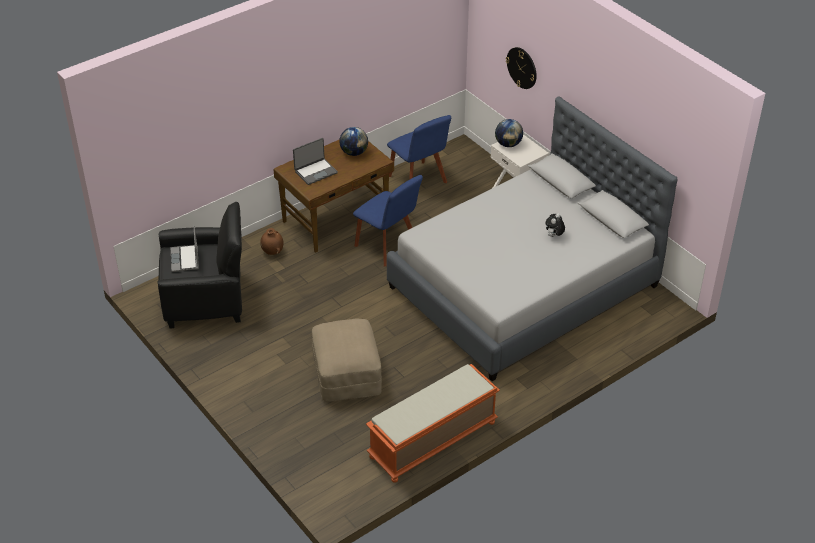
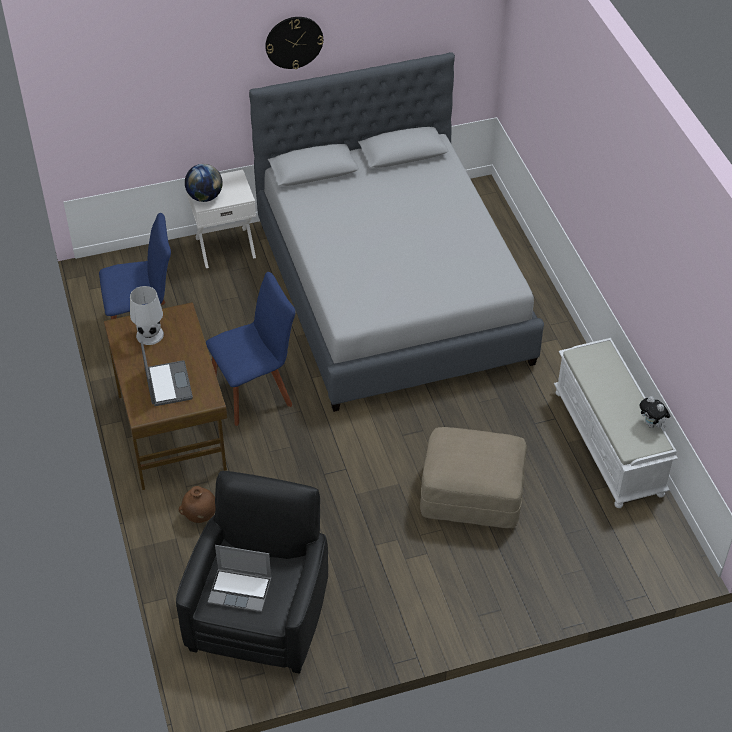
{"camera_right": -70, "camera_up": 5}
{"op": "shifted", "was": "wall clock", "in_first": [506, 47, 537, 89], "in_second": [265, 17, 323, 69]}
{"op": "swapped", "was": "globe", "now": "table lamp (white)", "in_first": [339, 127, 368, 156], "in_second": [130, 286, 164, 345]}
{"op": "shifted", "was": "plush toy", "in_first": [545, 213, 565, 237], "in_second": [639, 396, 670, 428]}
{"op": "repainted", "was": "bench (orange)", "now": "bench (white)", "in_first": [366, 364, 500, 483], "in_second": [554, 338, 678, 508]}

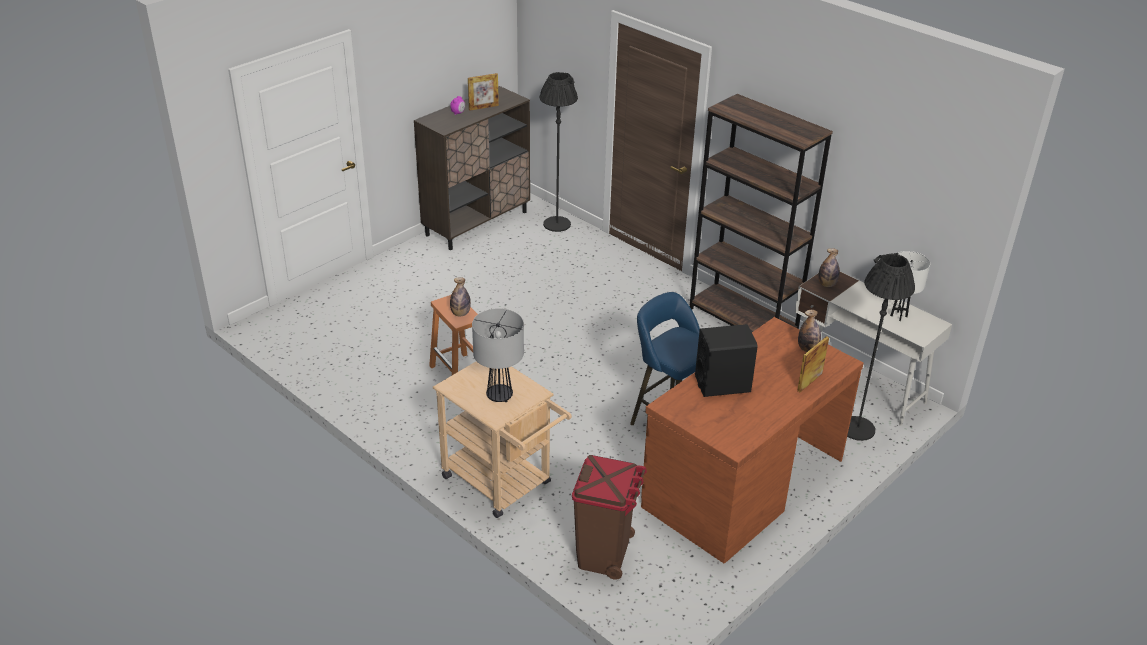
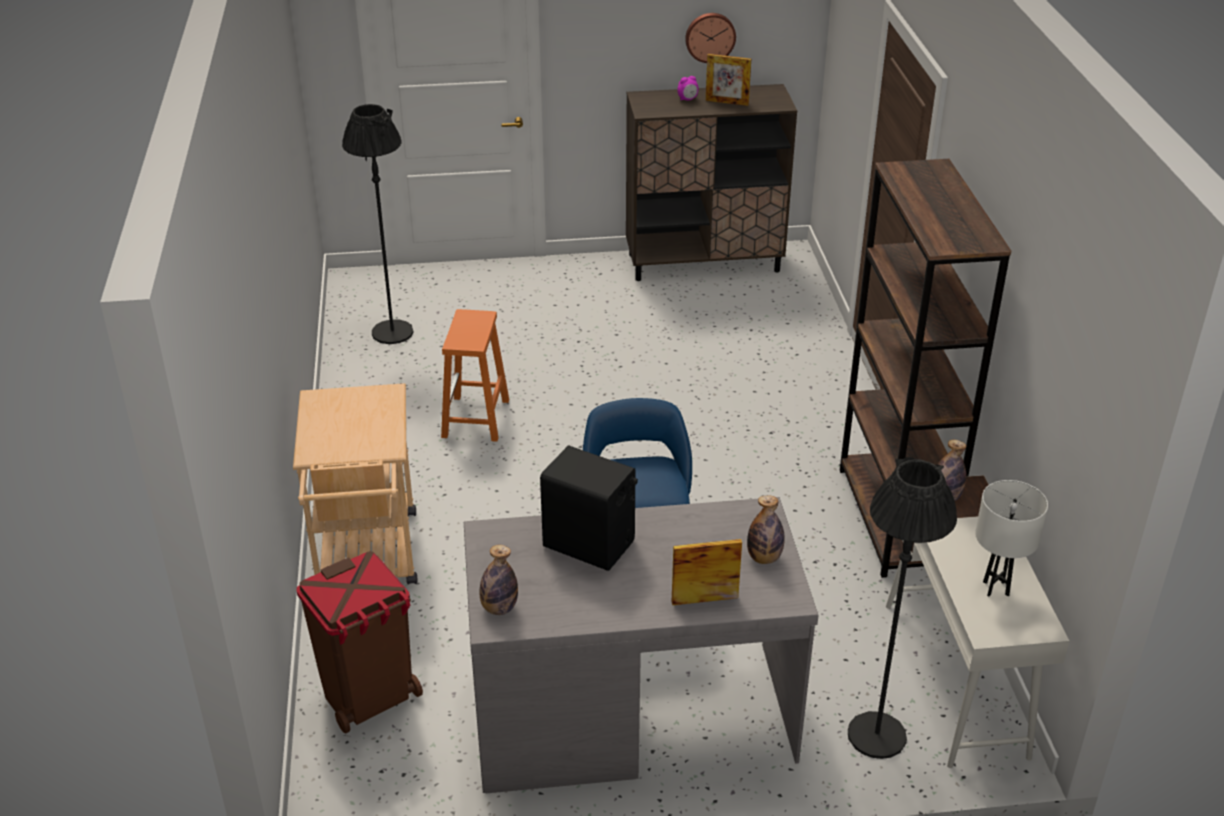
{"camera_right": 40, "camera_up": 0}
{"op": "shifted", "was": "floor lamp (black)", "in_first": [540, 72, 578, 232], "in_second": [342, 104, 414, 344]}
{"op": "shifted", "was": "bottle", "in_first": [450, 277, 471, 317], "in_second": [479, 545, 518, 615]}
{"op": "gone", "was": "table lamp", "in_first": [472, 308, 524, 402]}
{"op": "repainted", "was": "desk (brown)", "now": "desk (grey)", "in_first": [641, 317, 864, 563], "in_second": [464, 497, 819, 794]}
{"op": "new", "now": "wall clock", "in_second": [685, 13, 736, 63]}

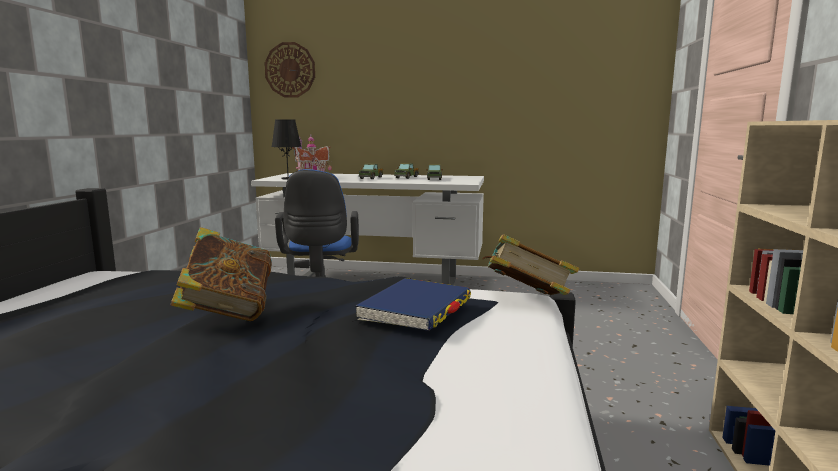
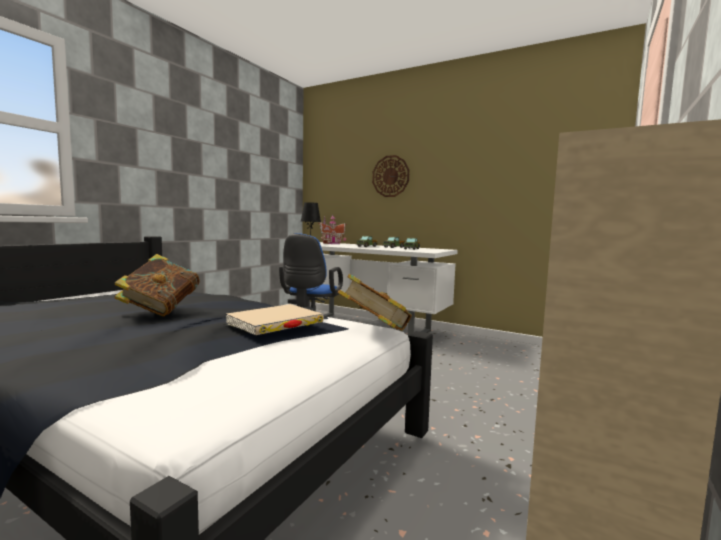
{"camera_right": 20, "camera_up": -5}
{"op": "shifted", "was": "wall clock", "in_first": [264, 42, 315, 98], "in_second": [372, 155, 410, 197]}
{"op": "repainted", "was": "book (blue)", "now": "book (beige)", "in_first": [355, 278, 471, 331], "in_second": [226, 304, 324, 335]}

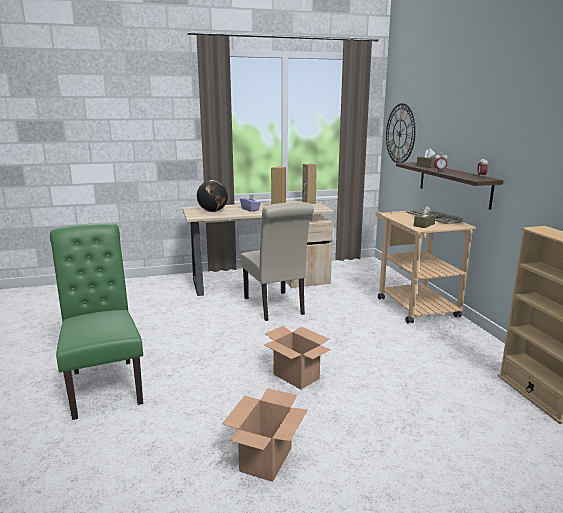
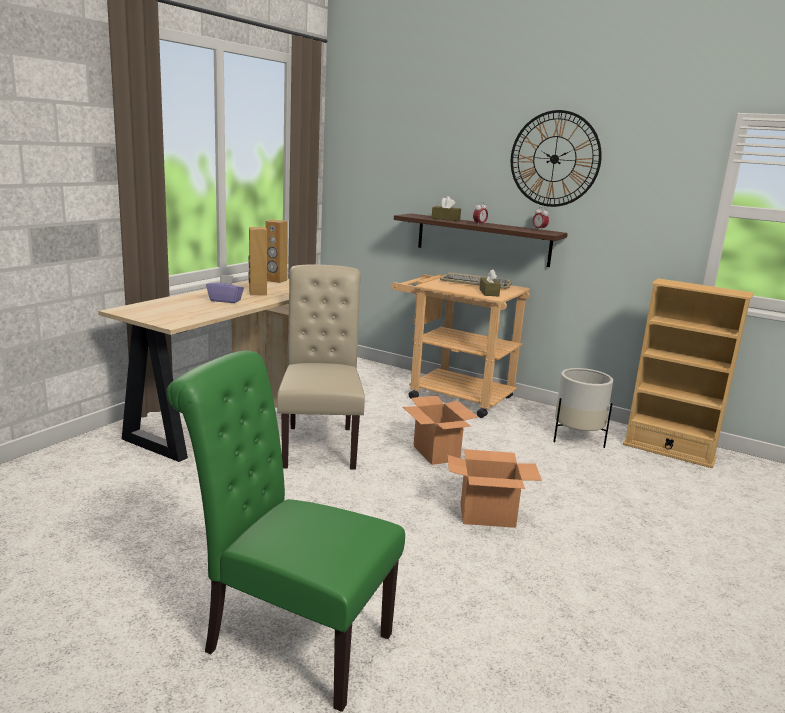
{"camera_right": -45, "camera_up": 0}
{"op": "shifted", "was": "wall clock", "in_first": [386, 103, 416, 163], "in_second": [511, 110, 602, 207]}
{"op": "gone", "was": "globe", "in_first": [197, 180, 228, 212]}
{"op": "rotated", "was": "chair (beige)", "in_first": [240, 202, 314, 321], "in_second": [277, 265, 365, 470], "clockwise": -120}
{"op": "shifted", "was": "cardboard box", "in_first": [222, 388, 308, 482], "in_second": [403, 396, 478, 465]}
{"op": "new", "now": "planter (white)", "in_second": [553, 368, 613, 448]}

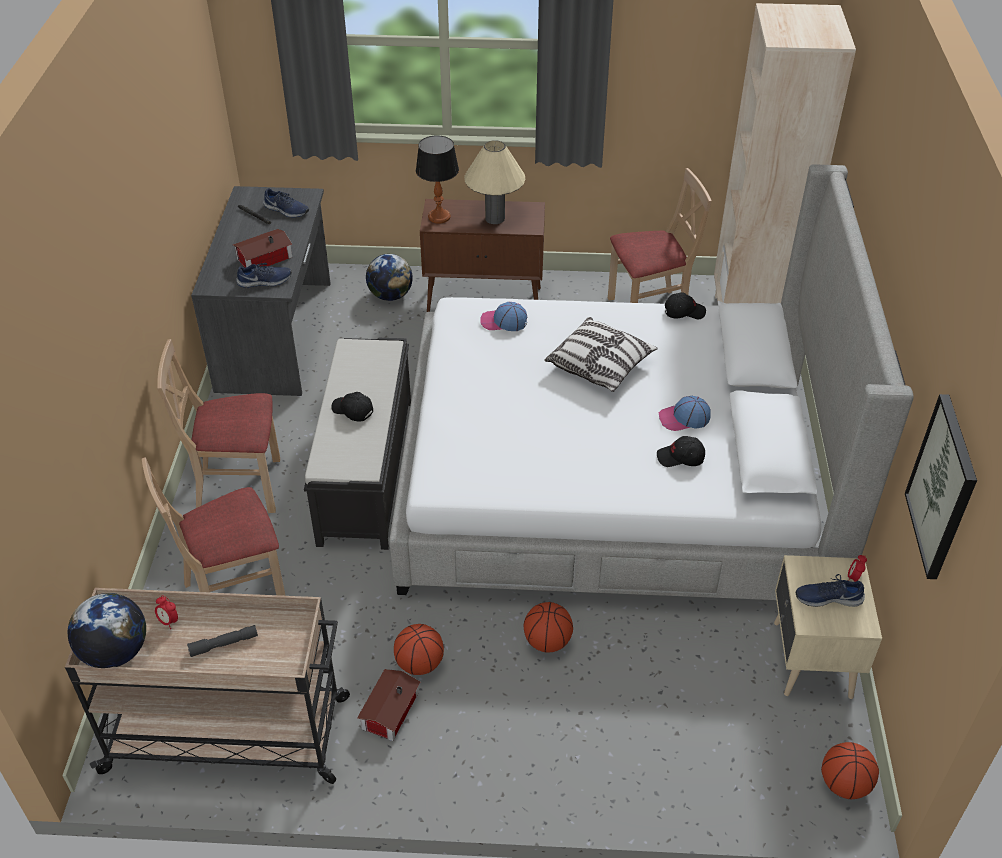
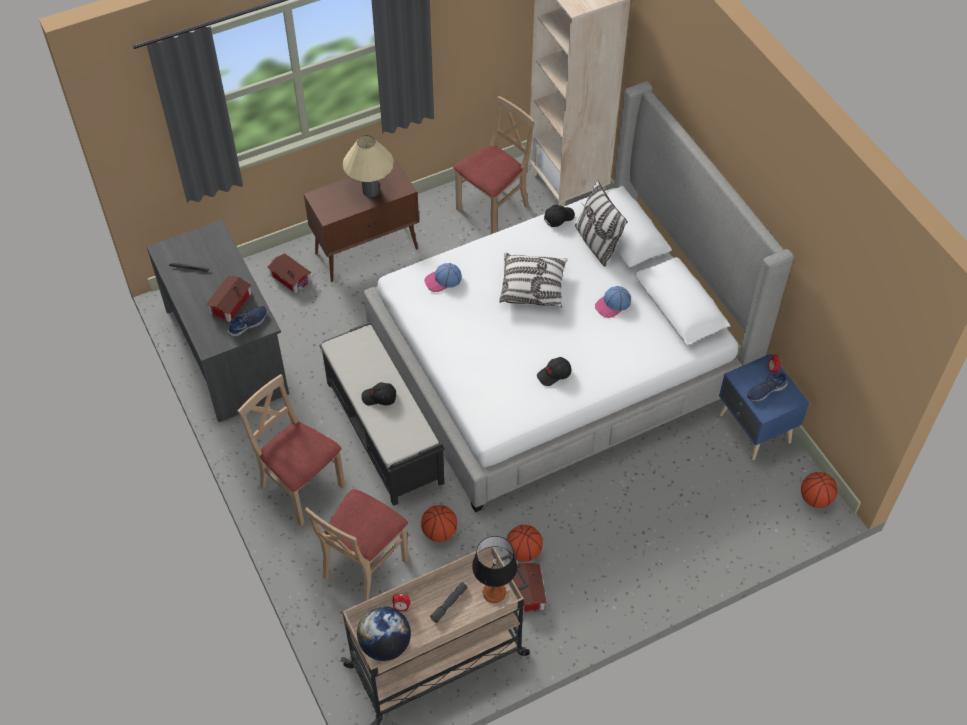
{"camera_right": -30, "camera_up": 10}
{"op": "shifted", "was": "table lamp", "in_first": [416, 135, 459, 224], "in_second": [472, 536, 517, 603]}
{"op": "gone", "was": "shoe (blue)", "in_first": [263, 188, 309, 218]}
{"op": "swapped", "was": "globe", "now": "toy house", "in_first": [366, 254, 413, 301], "in_second": [267, 253, 311, 294]}
{"op": "rotated", "was": "chair (beige)", "in_first": [157, 339, 280, 513], "in_second": [238, 374, 345, 526], "clockwise": 75}
{"op": "gone", "was": "picture", "in_first": [905, 394, 977, 579]}
{"op": "shifted", "was": "cap (black)", "in_first": [657, 436, 705, 467], "in_second": [537, 357, 571, 386]}
{"op": "repainted", "was": "nightstand (beige)", "now": "nightstand (blue)", "in_first": [774, 555, 882, 699], "in_second": [719, 354, 809, 460]}
{"op": "shifted", "was": "basketball", "in_first": [524, 602, 573, 653], "in_second": [421, 505, 457, 542]}
{"op": "new", "now": "pillow", "in_second": [575, 180, 628, 267]}

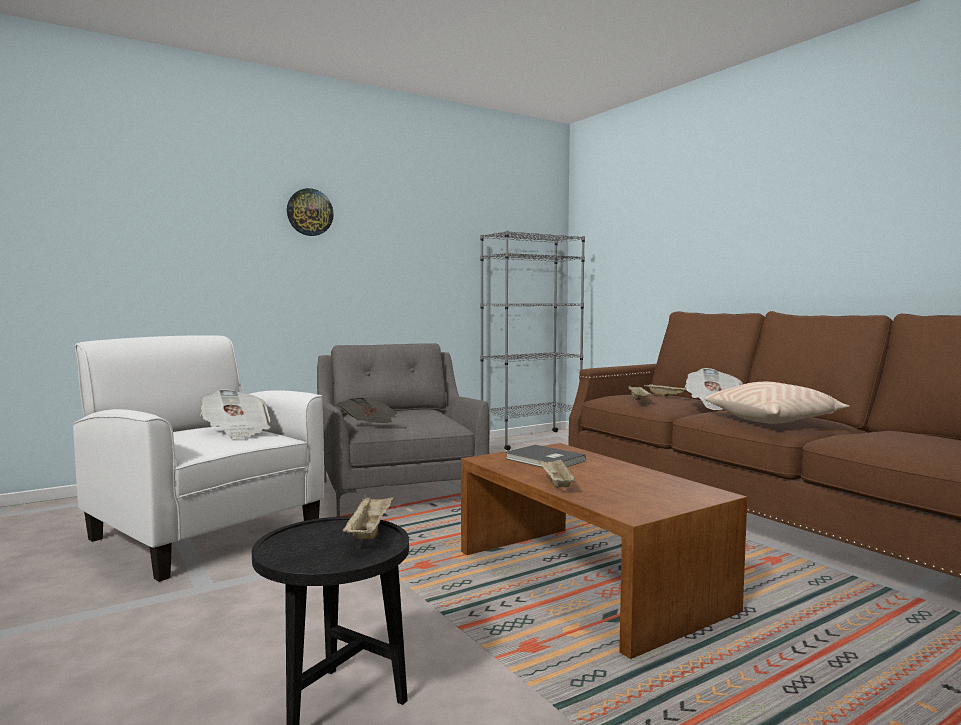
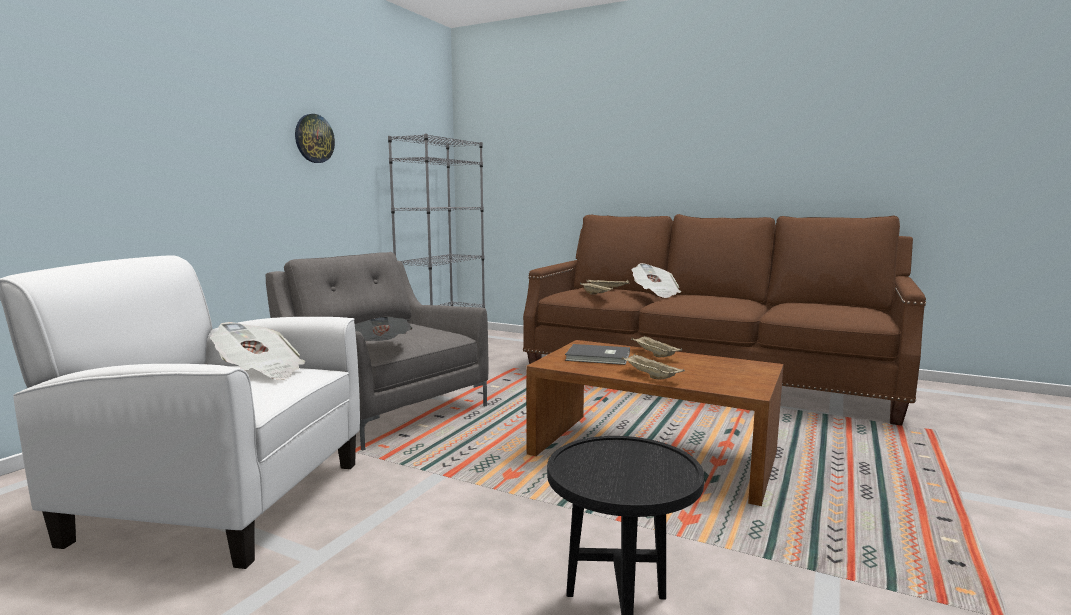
{"camera_right": -30, "camera_up": 5}
{"op": "shifted", "was": "wall clock", "in_first": [287, 188, 334, 236], "in_second": [295, 114, 335, 163]}
{"op": "gone", "was": "pillow (beige)", "in_first": [704, 382, 850, 424]}
{"op": "shifted", "was": "tray (beige)", "in_first": [343, 495, 395, 539], "in_second": [631, 335, 682, 357]}

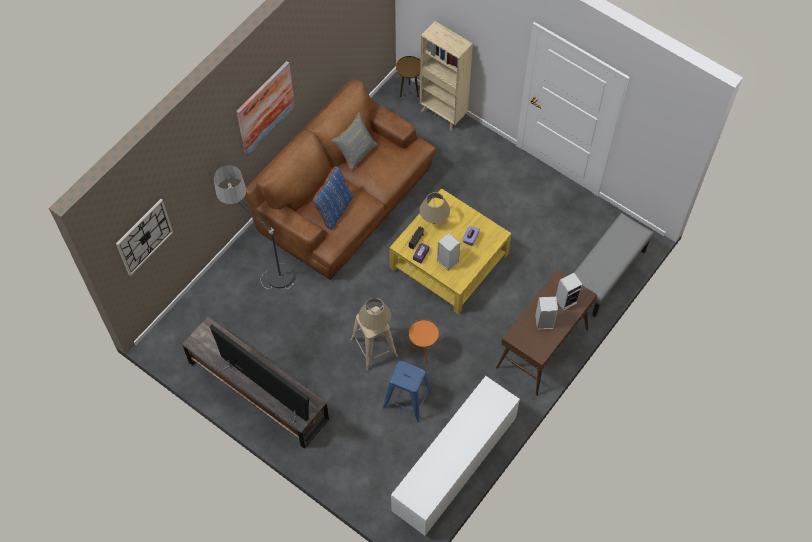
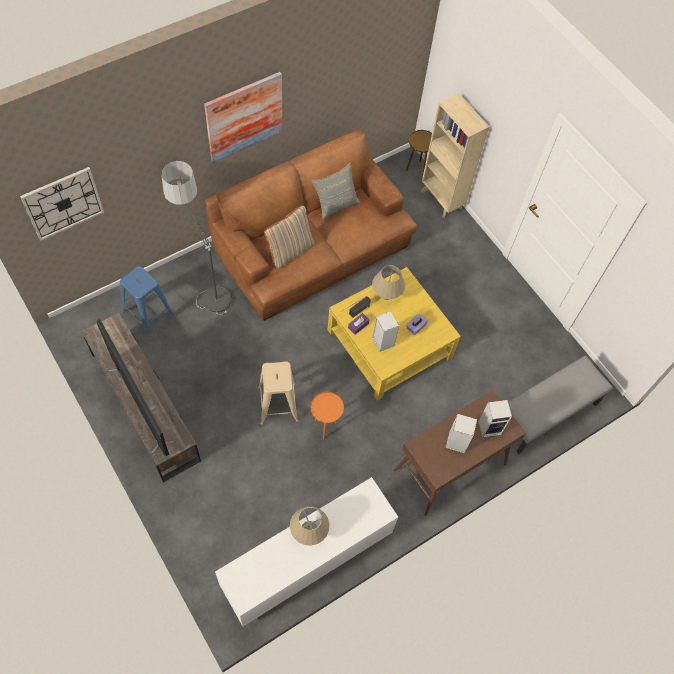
{"camera_right": 15, "camera_up": 0}
{"op": "repainted", "was": "pillow (blue)", "now": "pillow (beige)", "in_first": [313, 166, 354, 229], "in_second": [264, 205, 314, 268]}
{"op": "shifted", "was": "table lamp (beige)", "in_first": [359, 298, 391, 330], "in_second": [290, 506, 329, 546]}
{"op": "shifted", "was": "stool (blue)", "in_first": [382, 361, 432, 422], "in_second": [120, 266, 175, 337]}

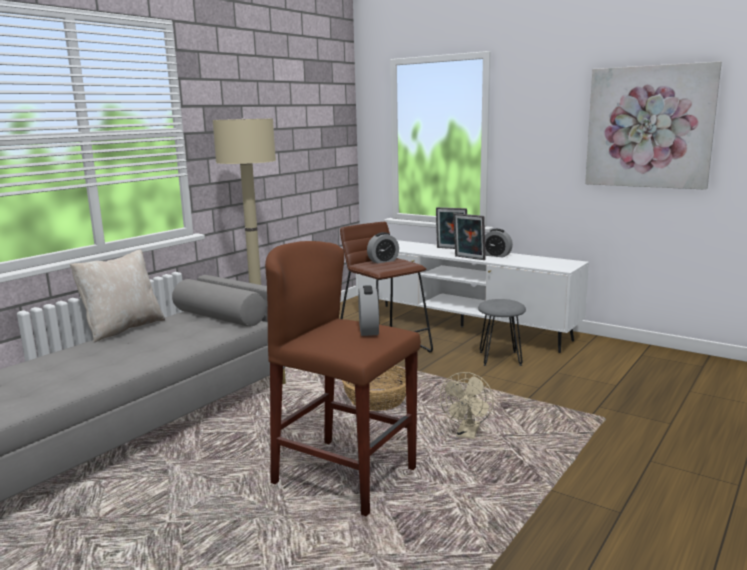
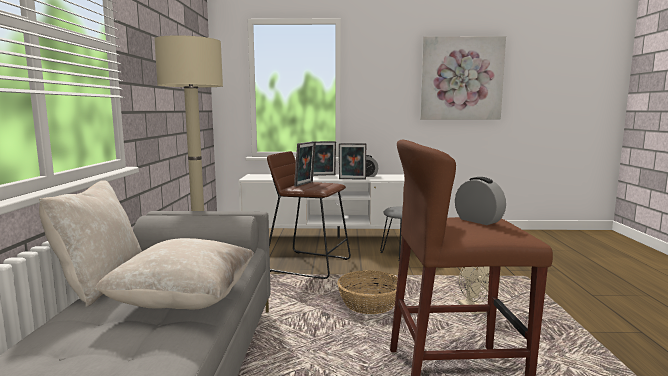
{"camera_right": -35, "camera_up": -5}
{"op": "swapped", "was": "alarm clock", "now": "picture frame", "in_first": [367, 232, 399, 263], "in_second": [294, 141, 316, 187]}
{"op": "new", "now": "pillow (beige)", "in_second": [93, 238, 254, 310]}

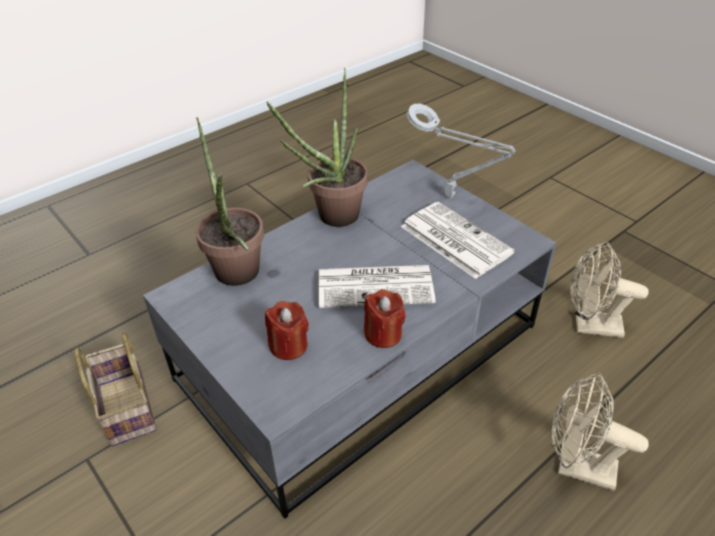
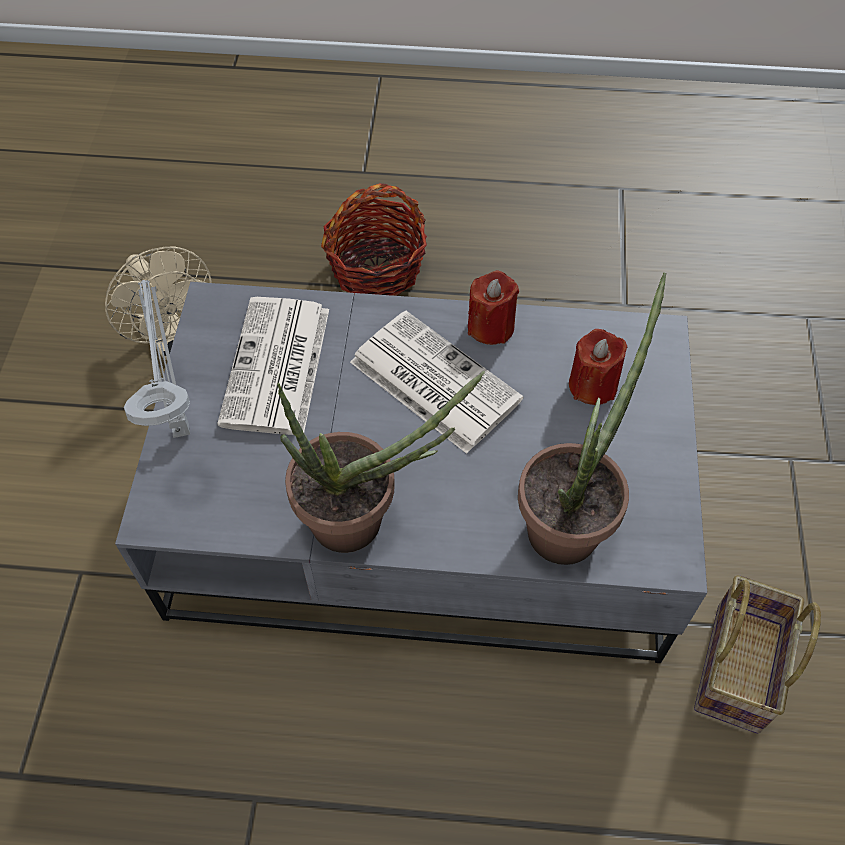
{"camera_right": -135, "camera_up": 15}
{"op": "swapped", "was": "fan (beige)", "now": "basket", "in_first": [552, 373, 649, 491], "in_second": [321, 183, 427, 296]}

